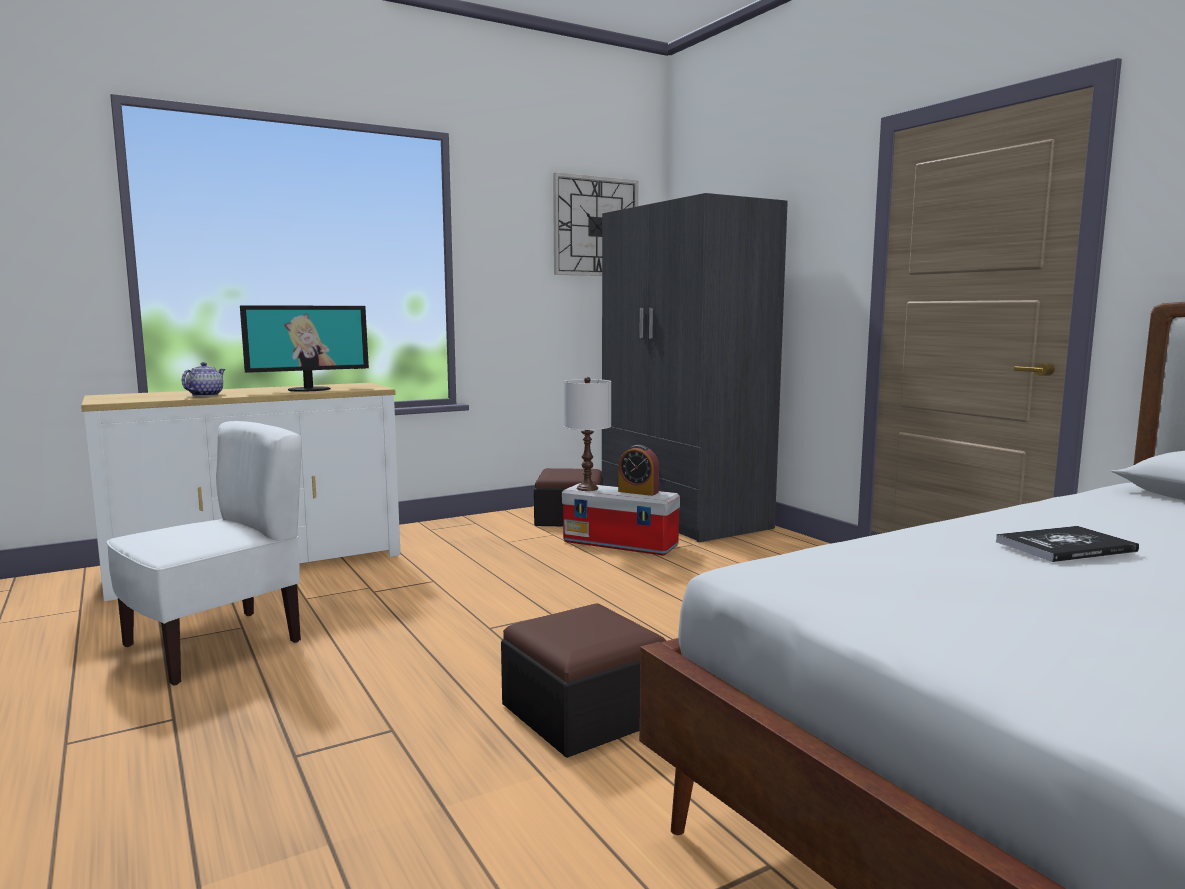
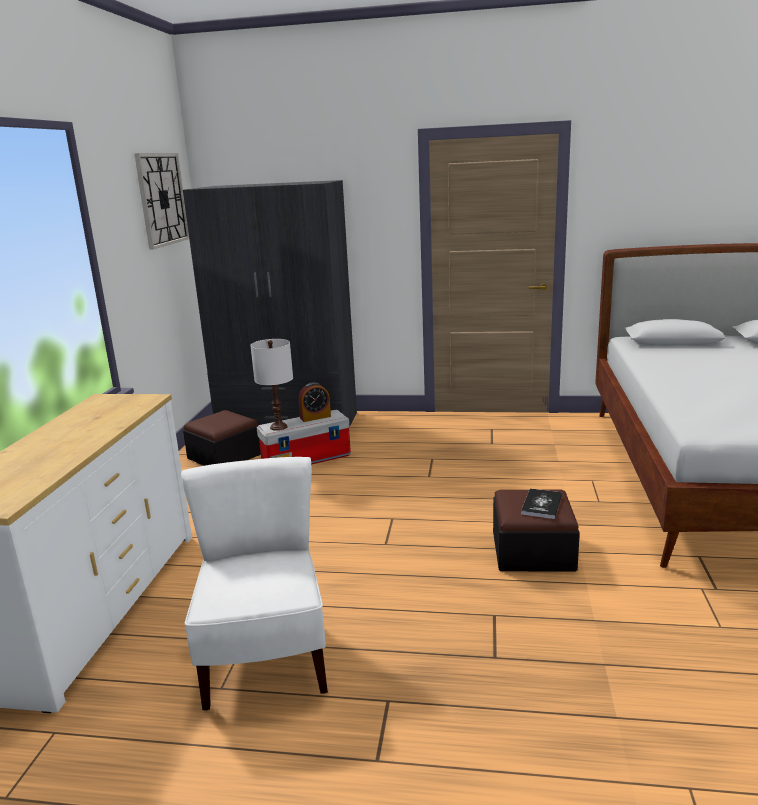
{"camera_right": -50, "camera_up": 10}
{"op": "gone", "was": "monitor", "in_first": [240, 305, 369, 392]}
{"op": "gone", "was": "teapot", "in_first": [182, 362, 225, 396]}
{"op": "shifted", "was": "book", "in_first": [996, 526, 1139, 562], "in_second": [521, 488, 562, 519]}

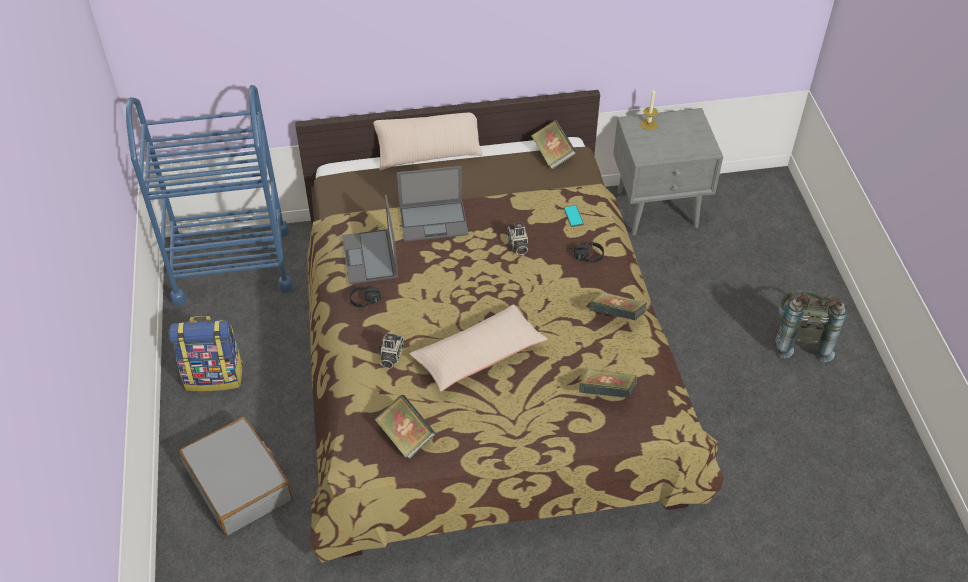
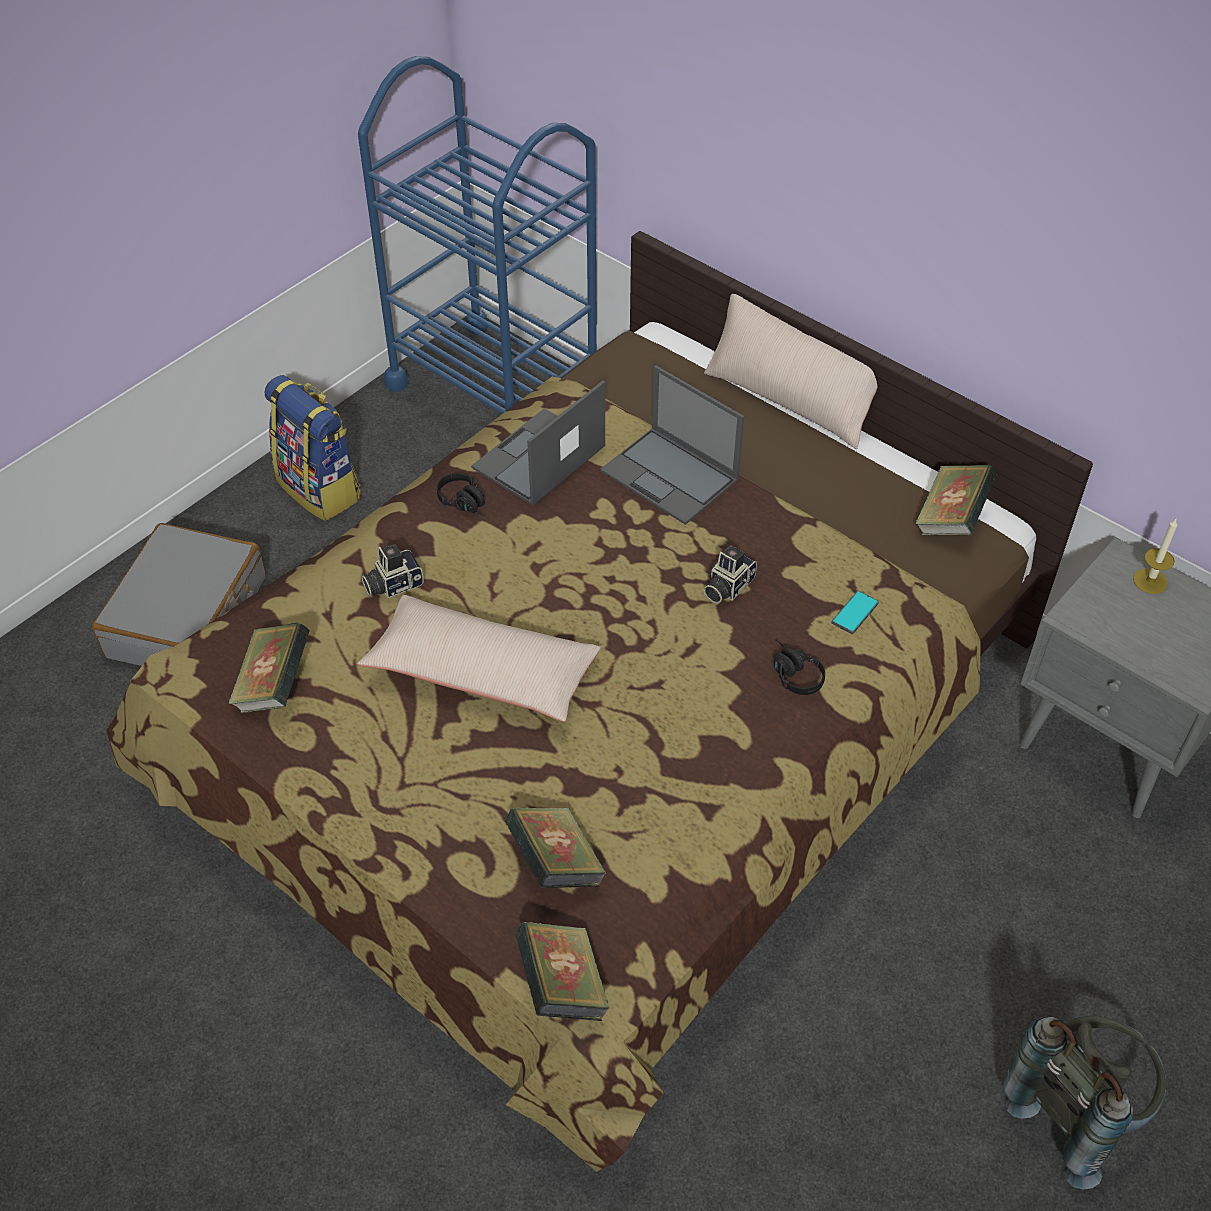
{"camera_right": 50, "camera_up": 0}
{"op": "shifted", "was": "book", "in_first": [590, 292, 647, 321], "in_second": [515, 922, 611, 1021]}

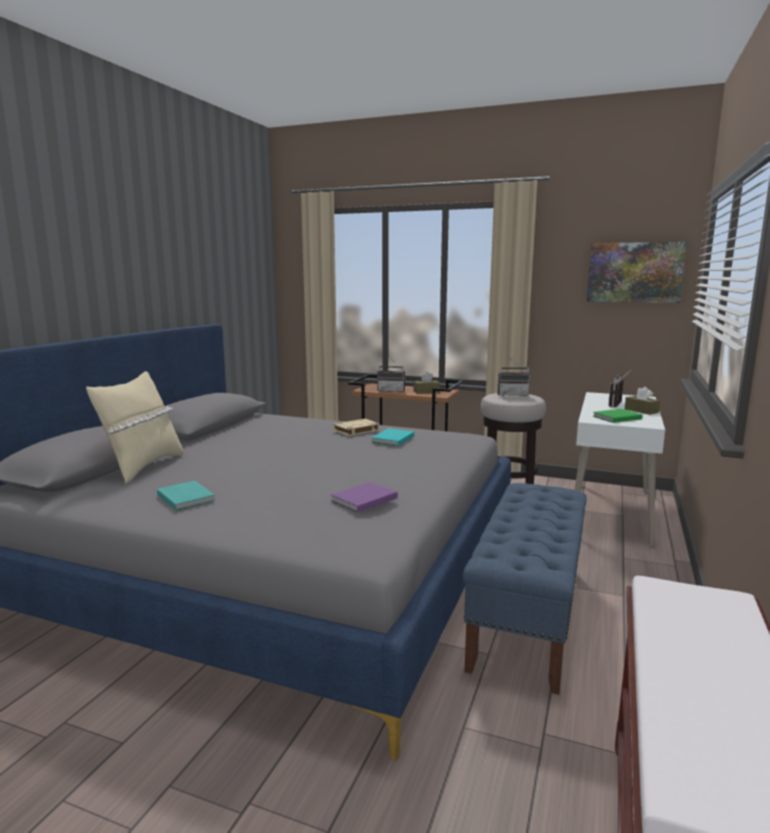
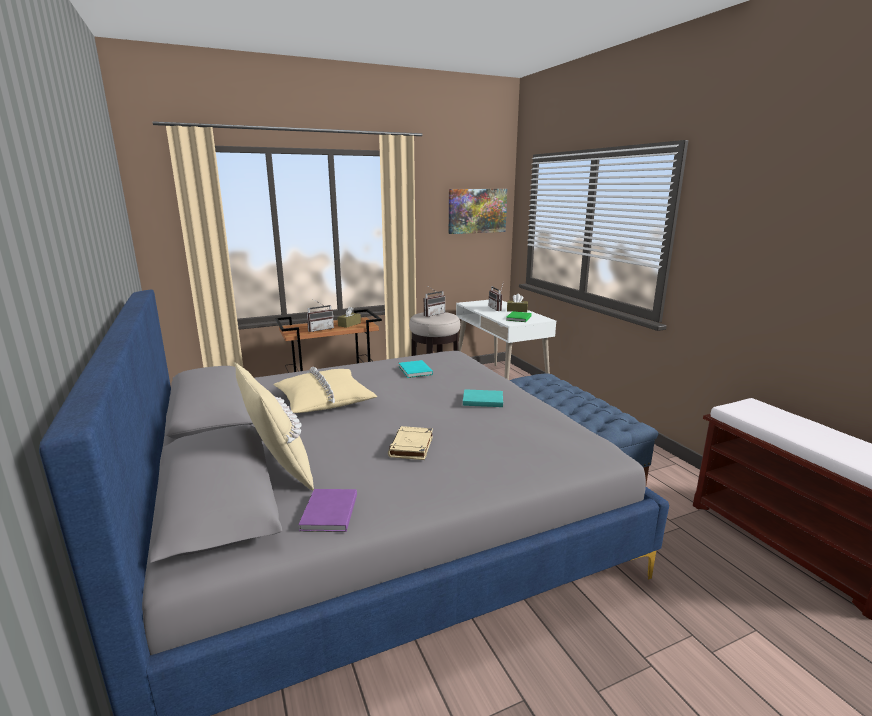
{"camera_right": -45, "camera_up": 5}
{"op": "shifted", "was": "book (beige)", "in_first": [333, 419, 380, 436], "in_second": [388, 426, 433, 460]}
{"op": "shifted", "was": "book (turquoise)", "in_first": [157, 481, 216, 511], "in_second": [463, 389, 503, 407]}
{"op": "shifted", "was": "book (purple)", "in_first": [331, 482, 398, 513], "in_second": [299, 489, 357, 532]}
{"op": "new", "now": "pillow (beige)", "in_second": [273, 367, 377, 413]}

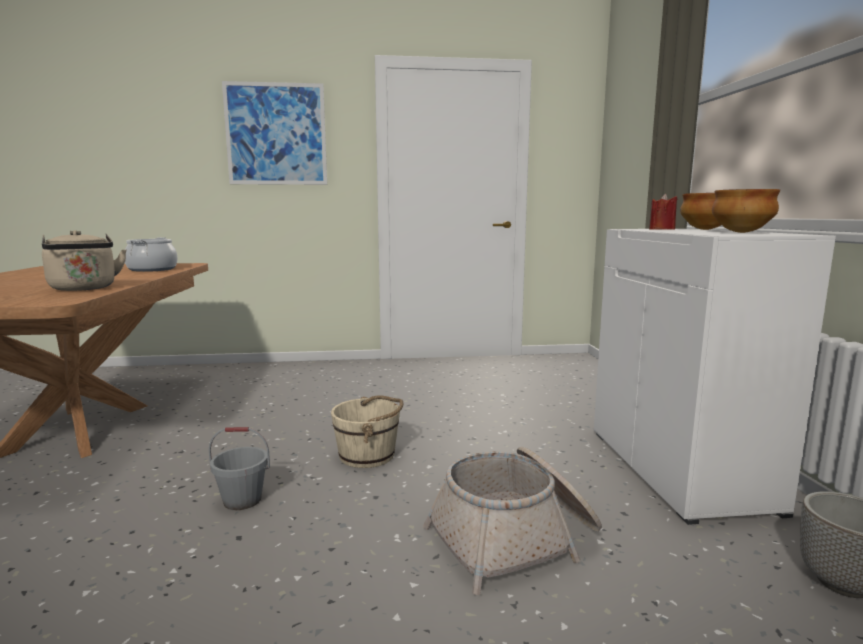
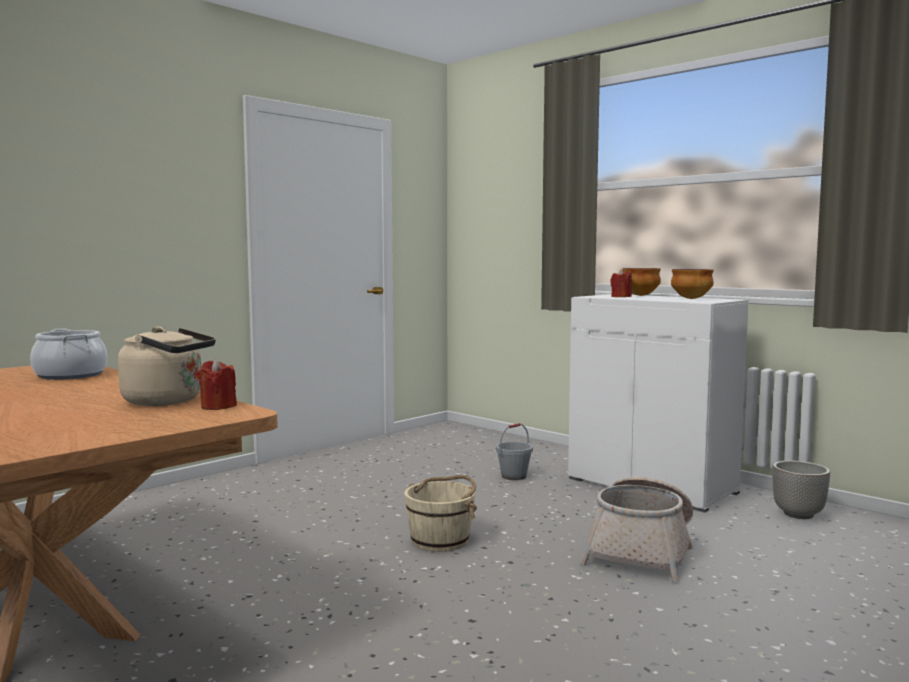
{"camera_right": -40, "camera_up": -5}
{"op": "gone", "was": "picture", "in_first": [222, 81, 327, 185]}
{"op": "shifted", "was": "bucket (grey)", "in_first": [209, 427, 270, 510], "in_second": [496, 423, 533, 480]}
{"op": "new", "now": "candle (red)", "in_second": [198, 359, 237, 410]}

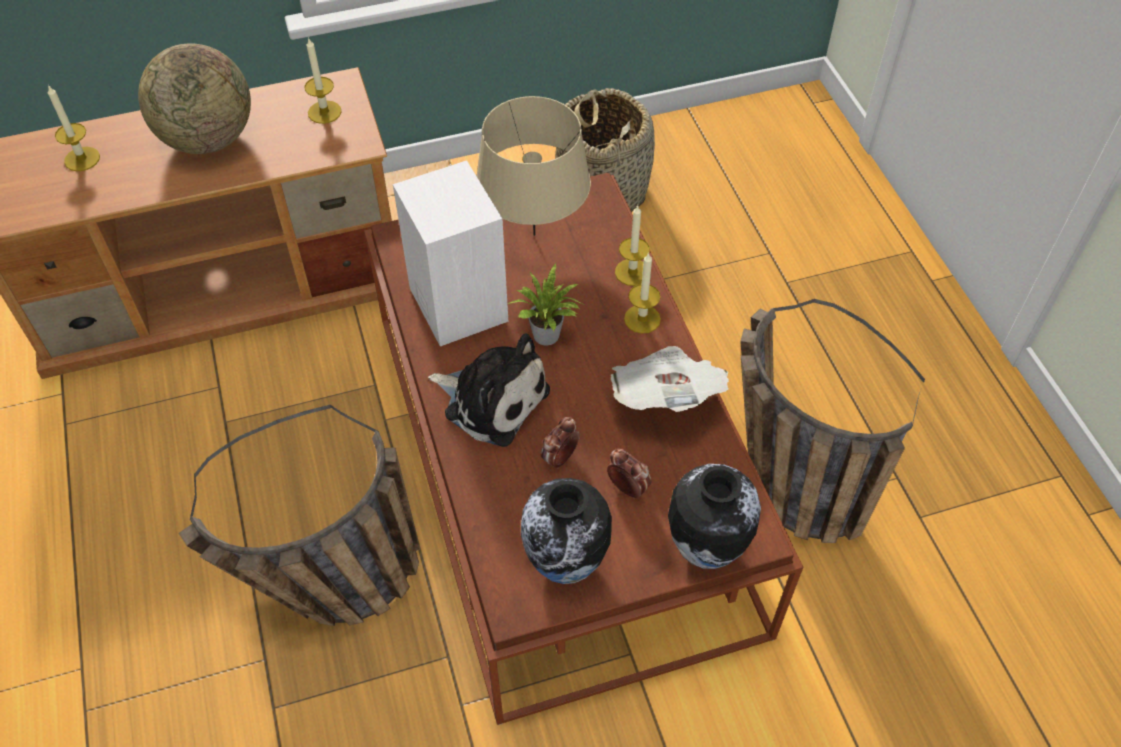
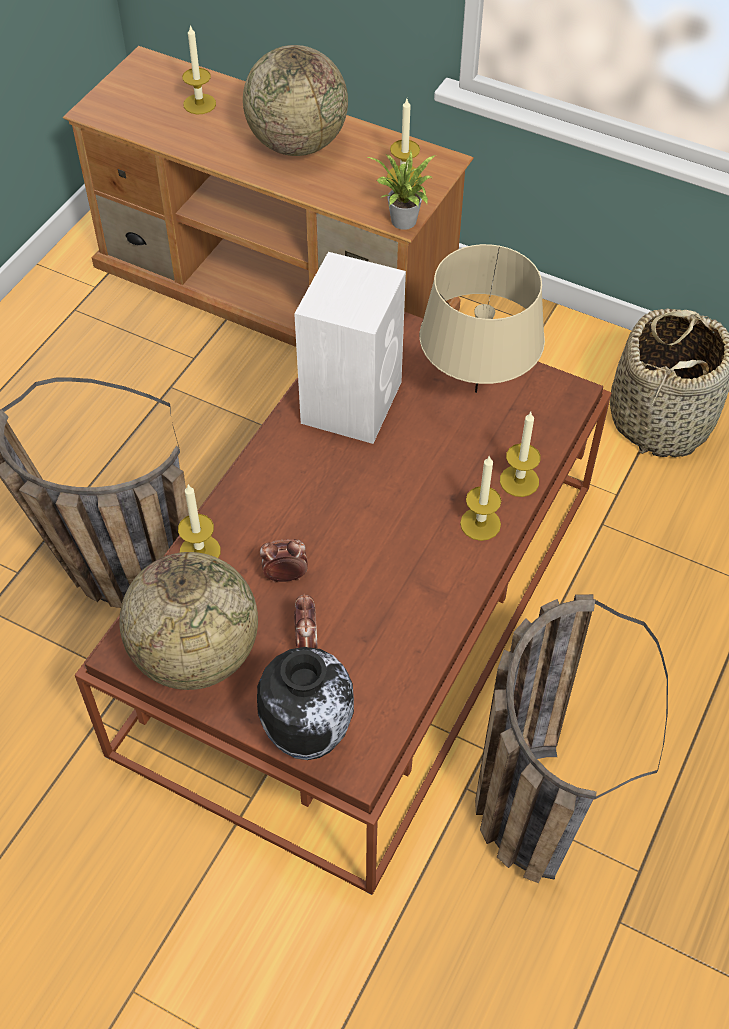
{"camera_right": 45, "camera_up": 0}
{"op": "shifted", "was": "potted plant", "in_first": [508, 262, 585, 345], "in_second": [367, 151, 435, 230]}
{"op": "gone", "was": "plush toy", "in_first": [428, 333, 550, 447]}
{"op": "gone", "was": "newspaper", "in_first": [611, 346, 729, 412]}
{"op": "swapped", "was": "vase", "now": "globe", "in_first": [521, 478, 612, 584], "in_second": [119, 552, 258, 690]}
{"op": "new", "now": "candle", "in_second": [178, 485, 221, 558]}

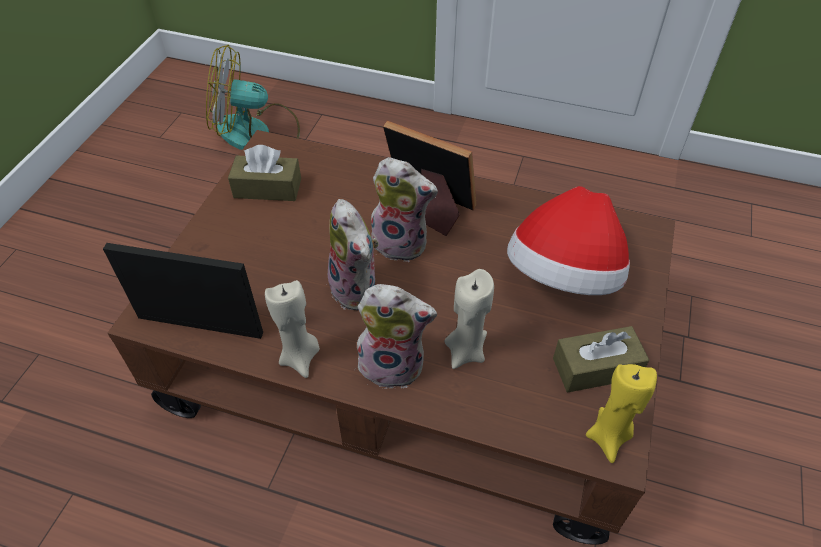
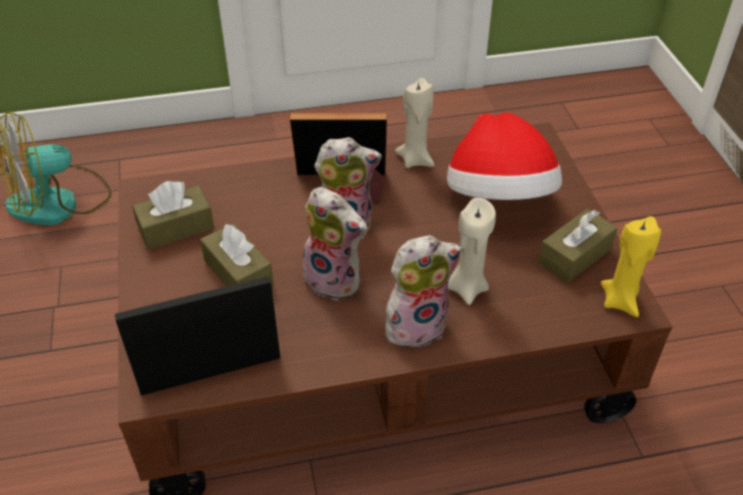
{"camera_right": -30, "camera_up": -5}
{"op": "shifted", "was": "candle (beige)", "in_first": [265, 280, 320, 378], "in_second": [395, 78, 435, 168]}
{"op": "new", "now": "tissue box (brown)", "in_second": [200, 223, 274, 287]}

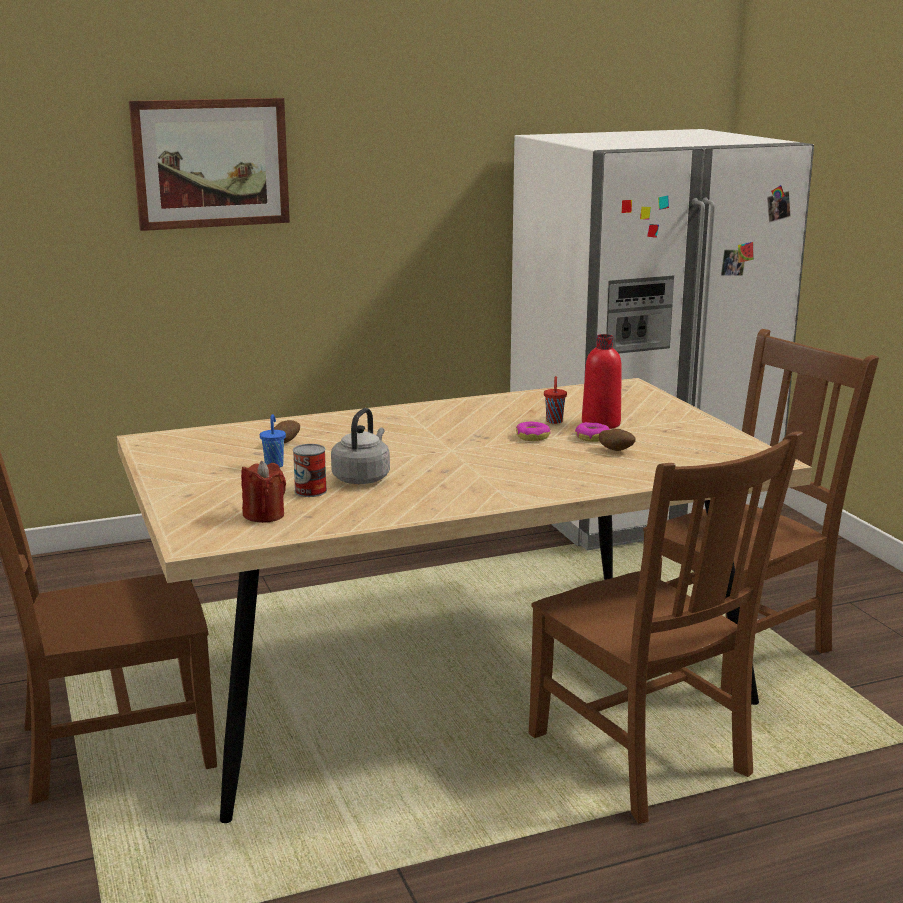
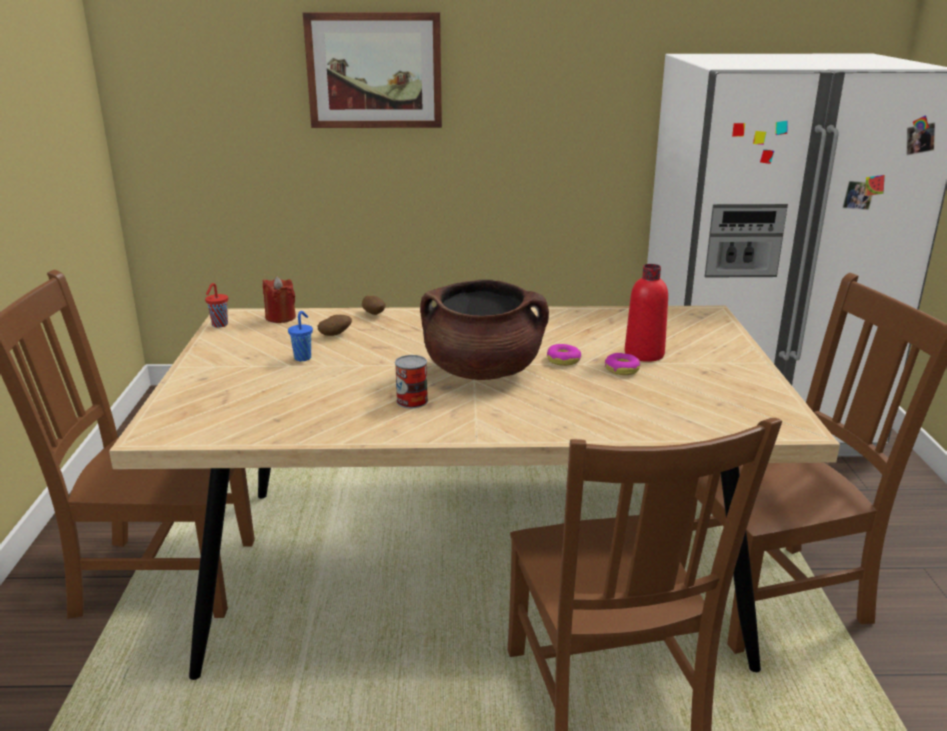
{"camera_right": 20, "camera_up": 5}
{"op": "shifted", "was": "cup (red)", "in_first": [544, 376, 567, 424], "in_second": [205, 283, 228, 328]}
{"op": "gone", "was": "kettle (grey)", "in_first": [331, 408, 390, 484]}
{"op": "shifted", "was": "potato", "in_first": [599, 429, 636, 451], "in_second": [362, 296, 386, 315]}
{"op": "shifted", "was": "can", "in_first": [293, 444, 327, 497], "in_second": [395, 355, 428, 408]}
{"op": "shifted", "was": "candle (red)", "in_first": [241, 461, 286, 523], "in_second": [263, 276, 296, 323]}
{"op": "new", "now": "cooking pot (brown)", "in_second": [420, 280, 549, 380]}

